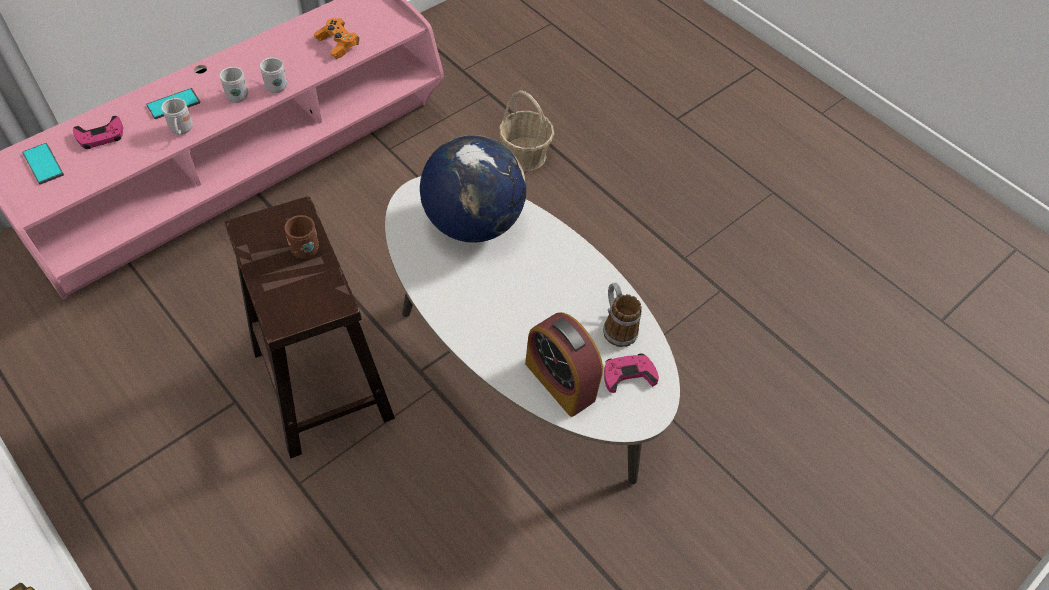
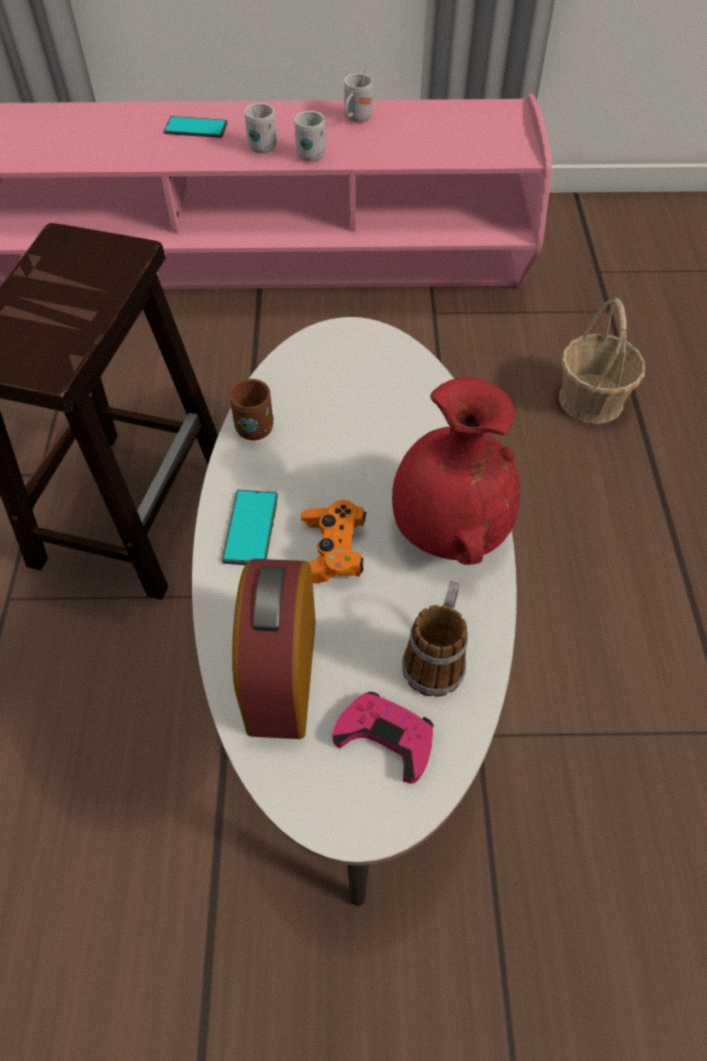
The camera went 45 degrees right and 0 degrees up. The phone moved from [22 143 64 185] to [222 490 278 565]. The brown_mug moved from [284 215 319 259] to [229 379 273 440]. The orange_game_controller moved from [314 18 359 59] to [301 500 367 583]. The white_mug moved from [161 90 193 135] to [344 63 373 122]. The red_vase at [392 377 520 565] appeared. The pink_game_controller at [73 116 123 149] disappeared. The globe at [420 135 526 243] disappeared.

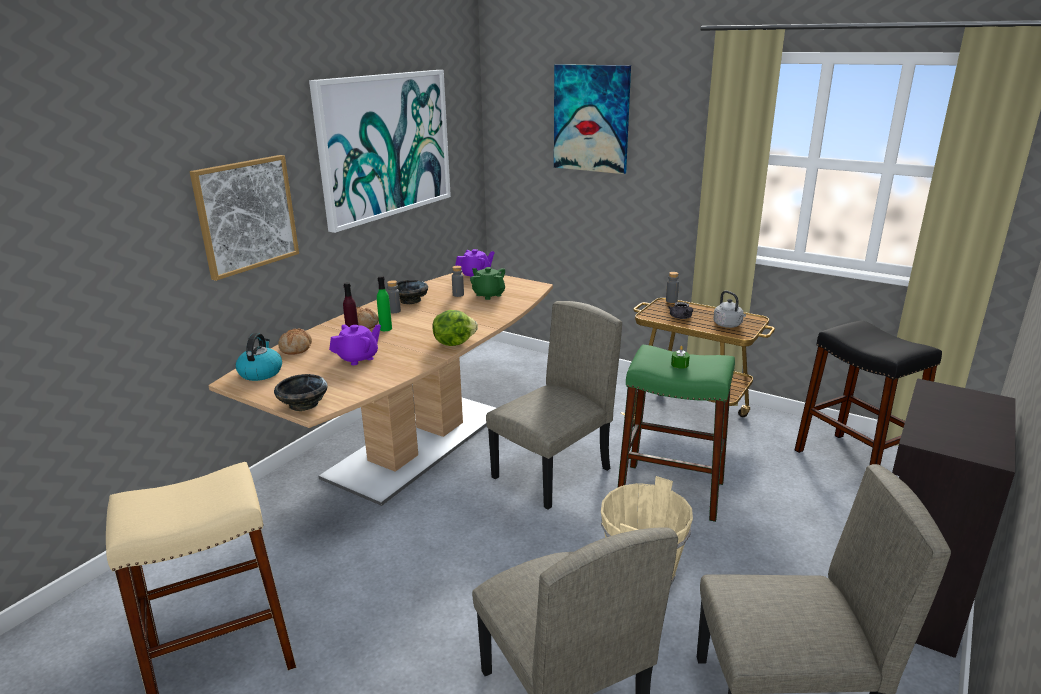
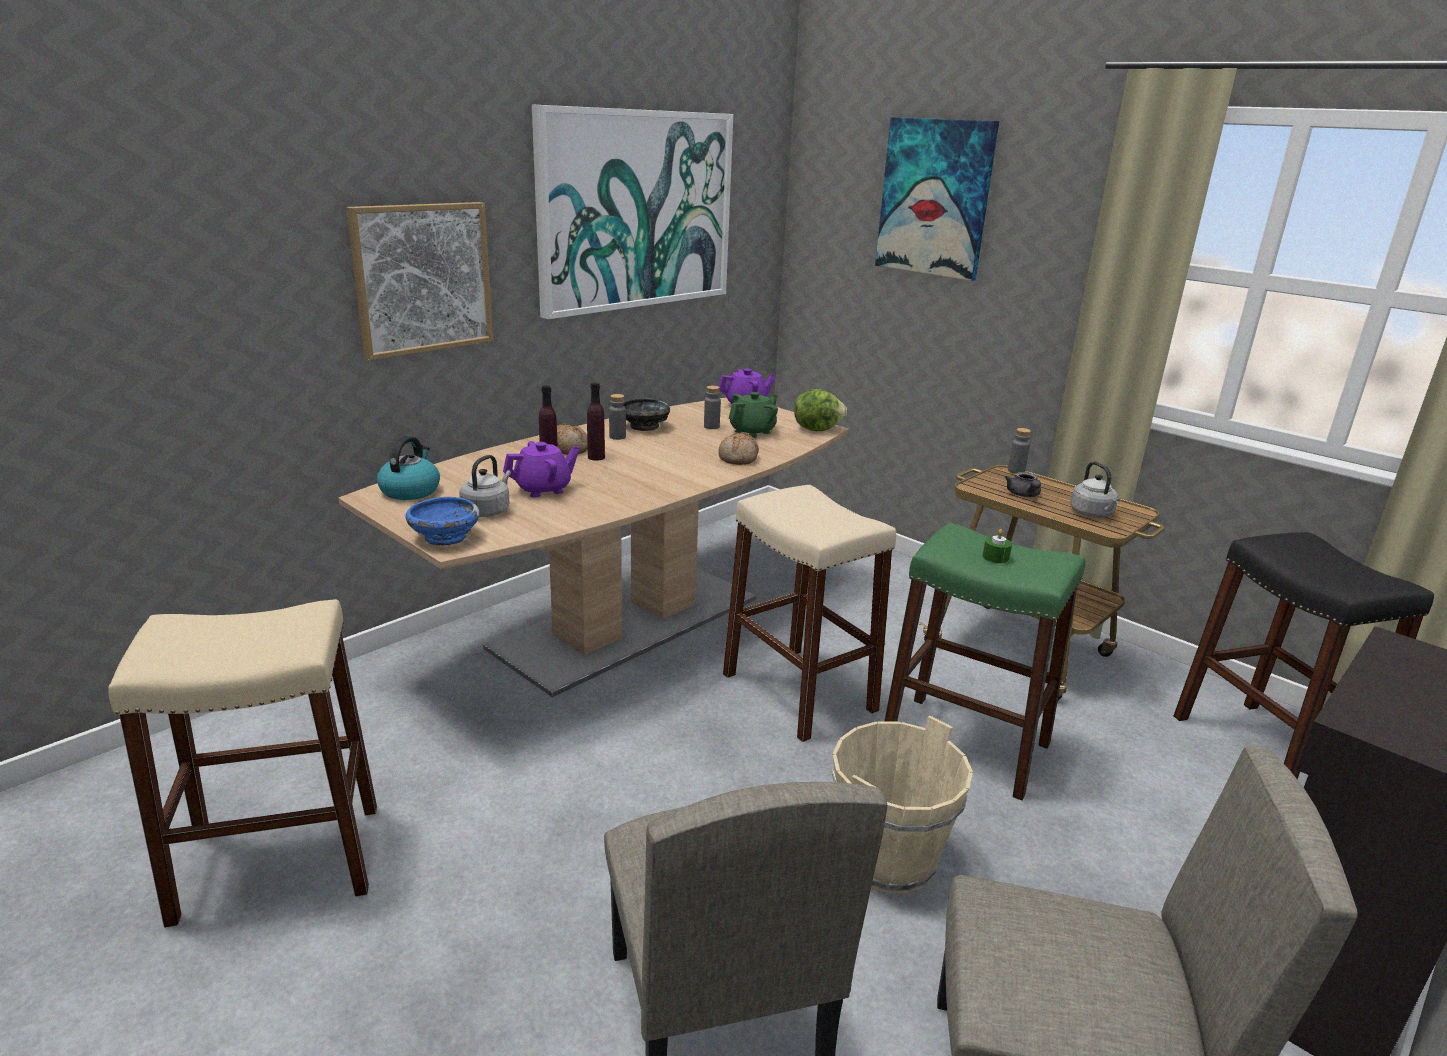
The camera went 10 degrees right and 0 degrees up. The black_bowl at [274 374 327 411] became the blue_bowl at [405 497 480 546]. The grey_kettle at [459 455 511 517] appeared. The green_bottle at [377 276 392 331] became the purple_bottle at [587 382 605 461]. The bread moved from [278 328 312 355] to [718 433 759 465]. The beige_chair at [486 301 622 510] was replaced by the beige_stool at [723 485 896 742]. The green_teapot at [470 267 505 300] turned 75 degrees clockwise. The lettuce moved from [432 310 478 346] to [794 389 847 431].

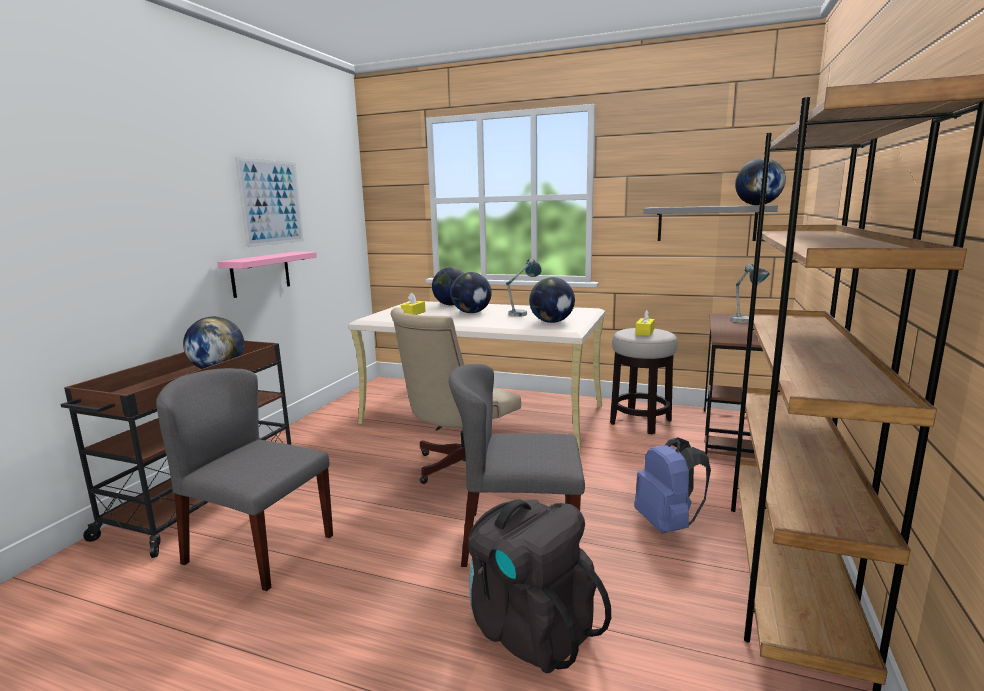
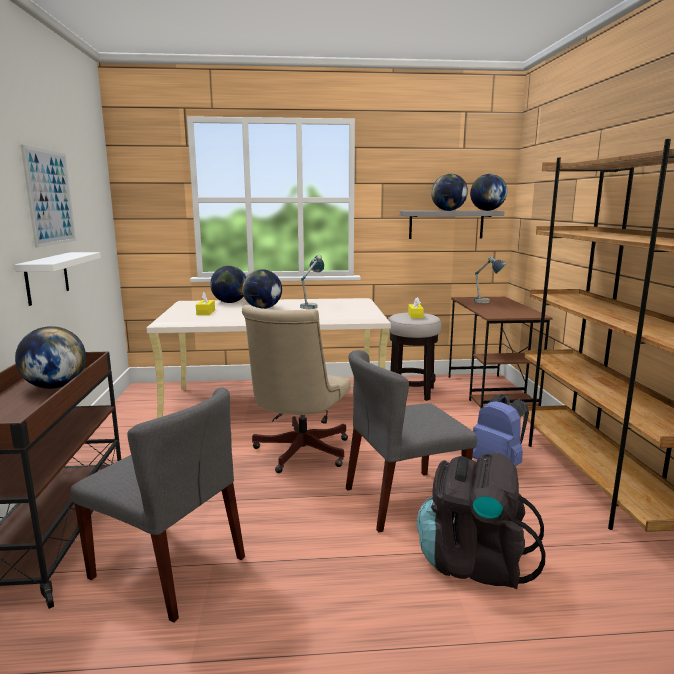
The camera went 25 degrees left and 0 degrees up. The pink_shelf at [217 252 317 298] became the white_shelf at [14 252 101 306]. The grey_chair at [156 368 333 591] turned 150 degrees counterclockwise. The globe moved from [529 277 575 323] to [431 174 468 211].

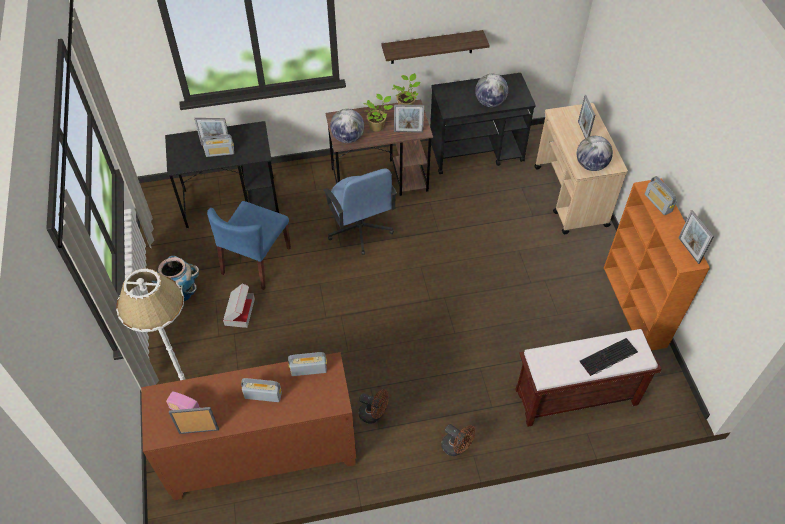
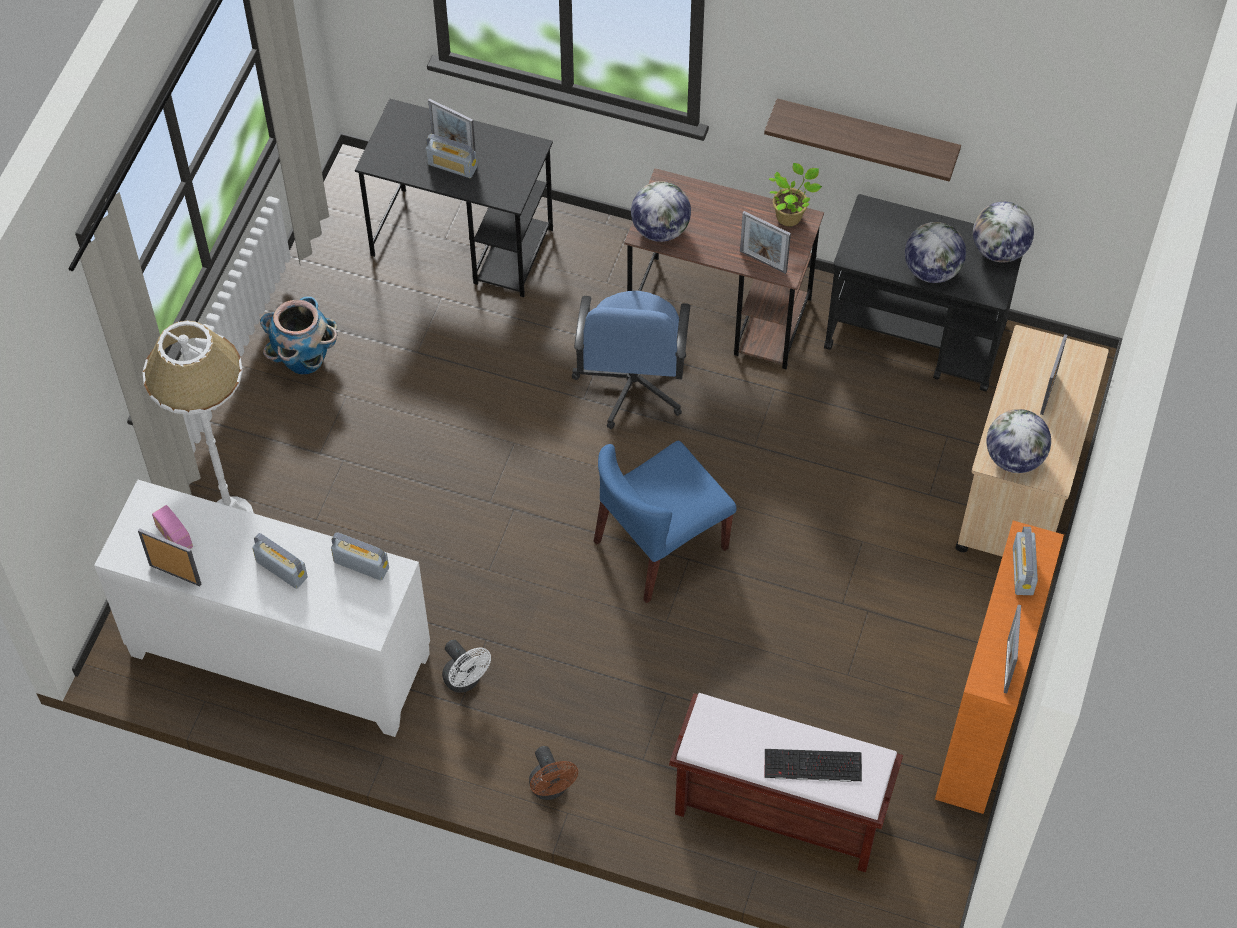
The camera went 30 degrees right and 5 degrees up. The brown_cabinet at [141 352 356 500] became the white_cabinet at [94 480 430 737]. The brown_fan at [359 389 389 424] became the white_fan at [442 640 491 693]. The blue_chair moved from [207 201 291 290] to [594 441 737 603]. The globe at [973 202 1034 262] appeared. The cardboard_box at [223 283 255 328] disappeared. The potted_plant at [364 94 393 132] disappeared.

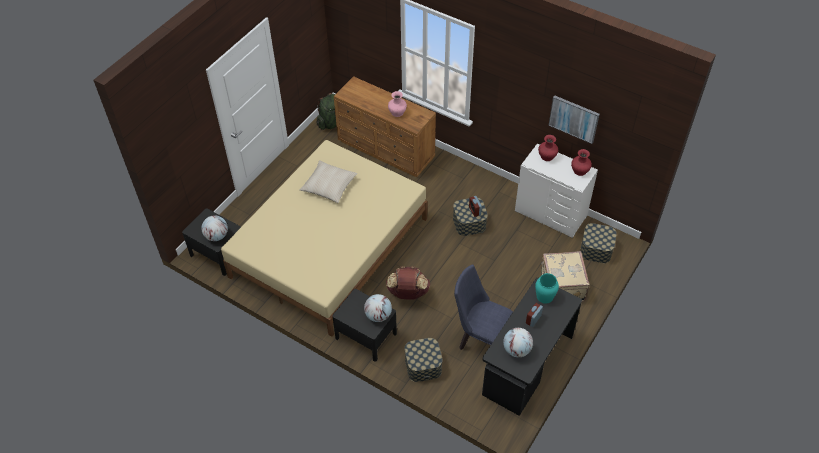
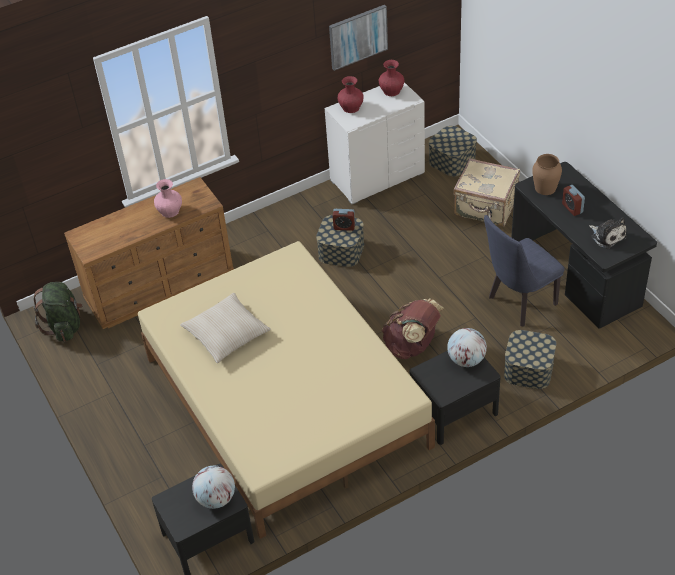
The camera went 60 degrees left and 5 degrees down. The turquoise_vase at [535 273 559 304] became the brown_vase at [532 154 562 195]. The globe at [503 328 533 357] was replaced by the plush_toy at [589 217 627 249].

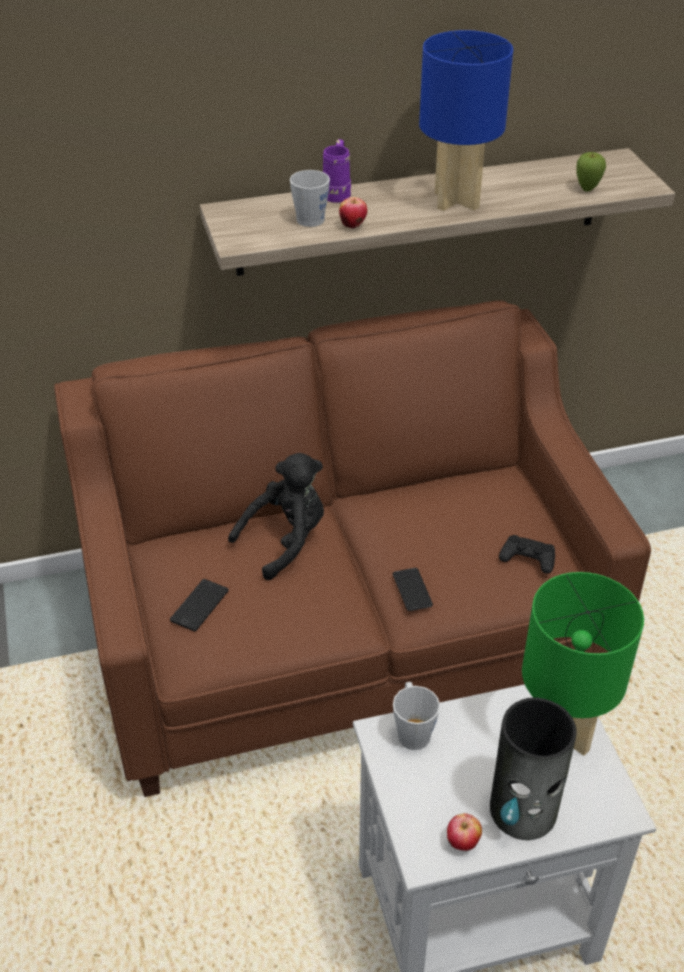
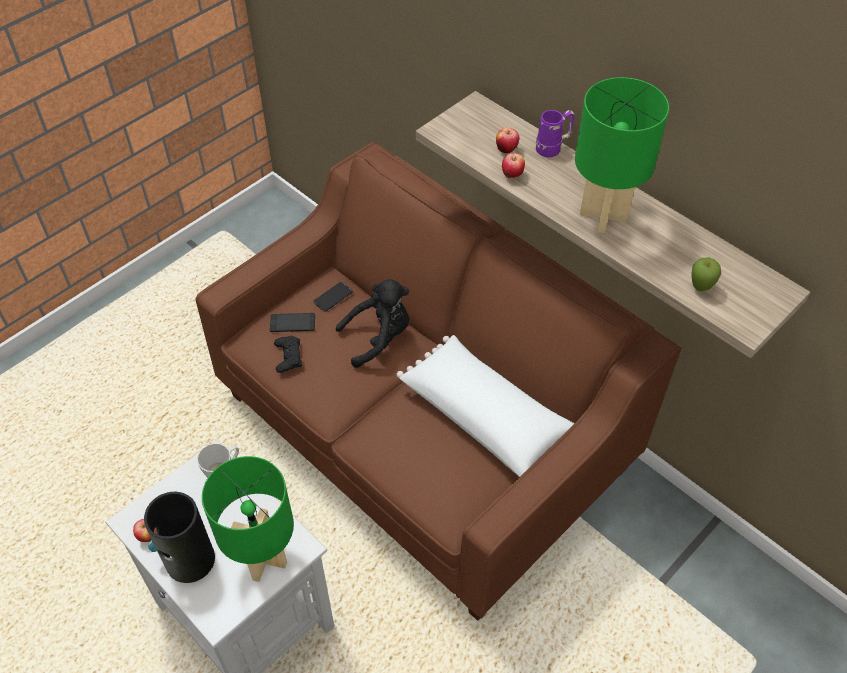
The camera went 60 degrees right and 10 degrees up. The black_game_controller moved from [499 535 555 573] to [274 336 302 373]. The phone moved from [393 568 433 611] to [313 282 353 312]. The black_plush_toy at [228 453 324 580] turned 45 degrees counterclockwise. The white_pillow at [397 335 574 477] appeared. The grey_mug at [290 170 330 227] was replaced by the apple at [496 127 519 153]. The blue_table_lamp at [419 30 513 211] became the green_table_lamp at [575 77 669 233].

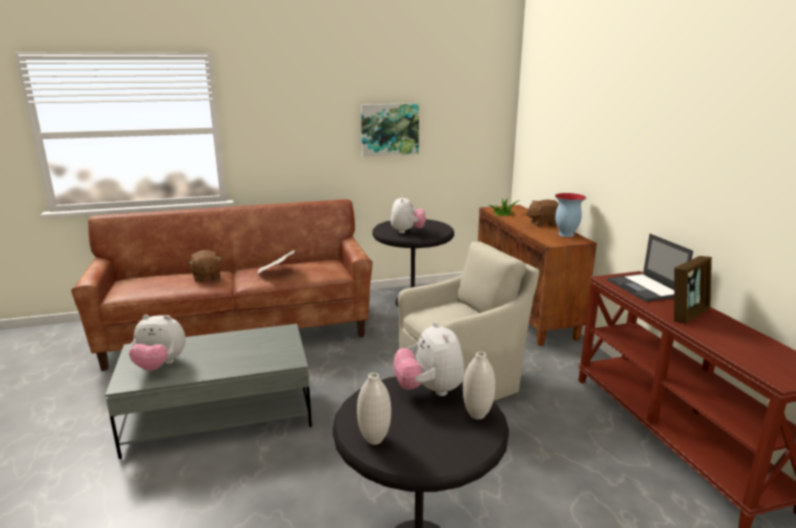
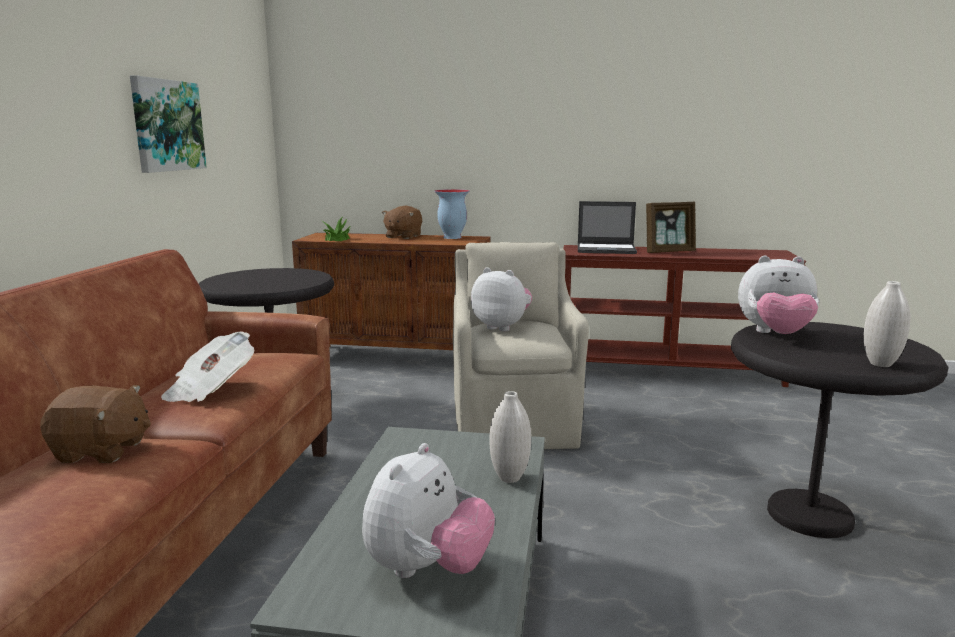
The camera went 65 degrees left and 5 degrees down. The plush_toy moved from [391 195 426 234] to [471 267 532 332]. The white_vase moved from [463 352 495 419] to [489 391 531 483]. The picture_frame at [674 256 712 324] turned 90 degrees clockwise.

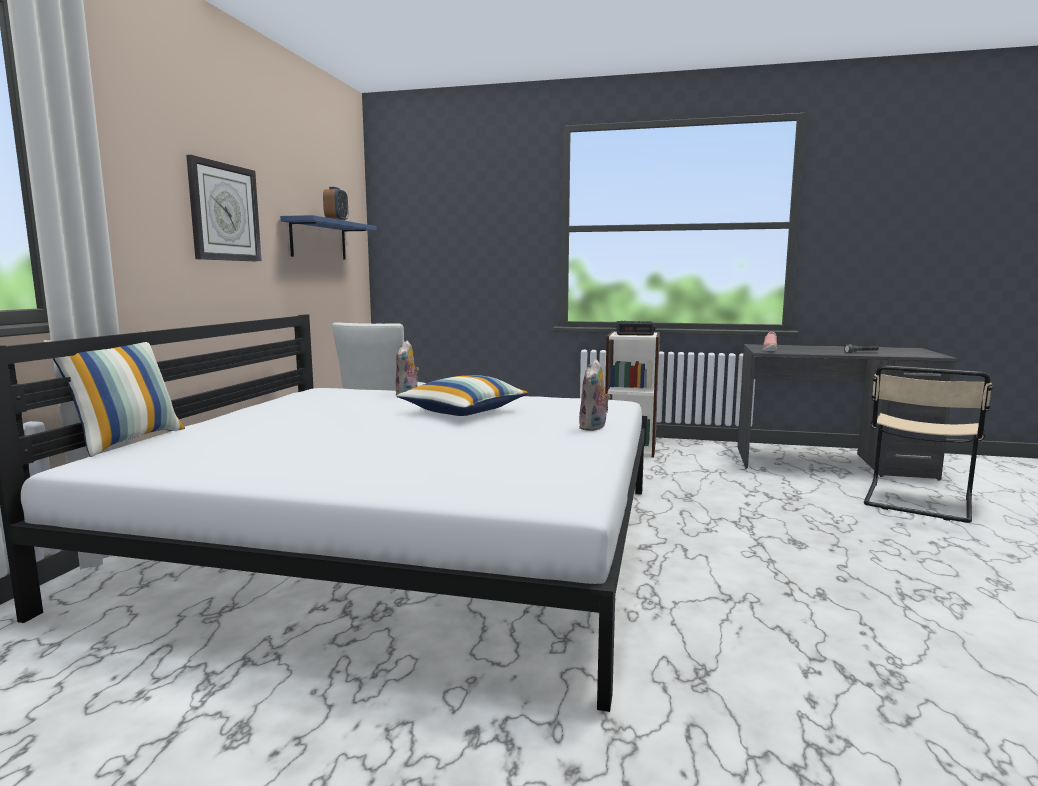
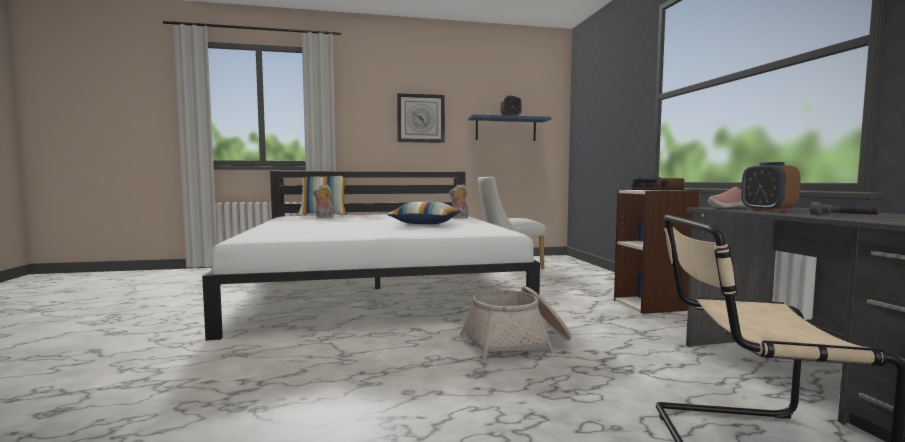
The camera went 65 degrees right and 5 degrees down. The plush_toy moved from [579 359 611 431] to [313 185 334 218]. The basket at [460 286 572 361] appeared. The alarm_clock at [741 162 800 212] appeared.

